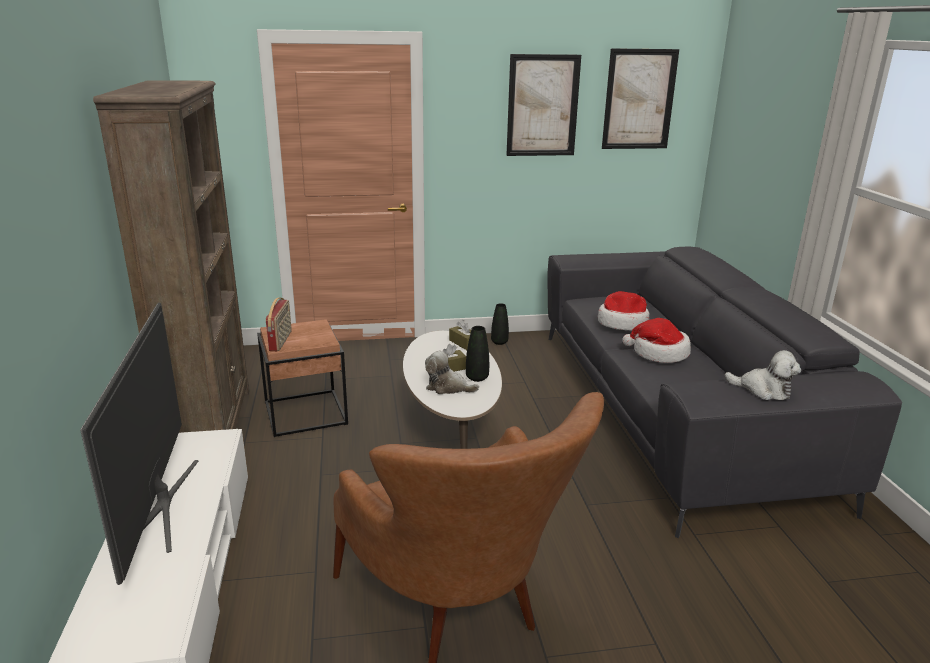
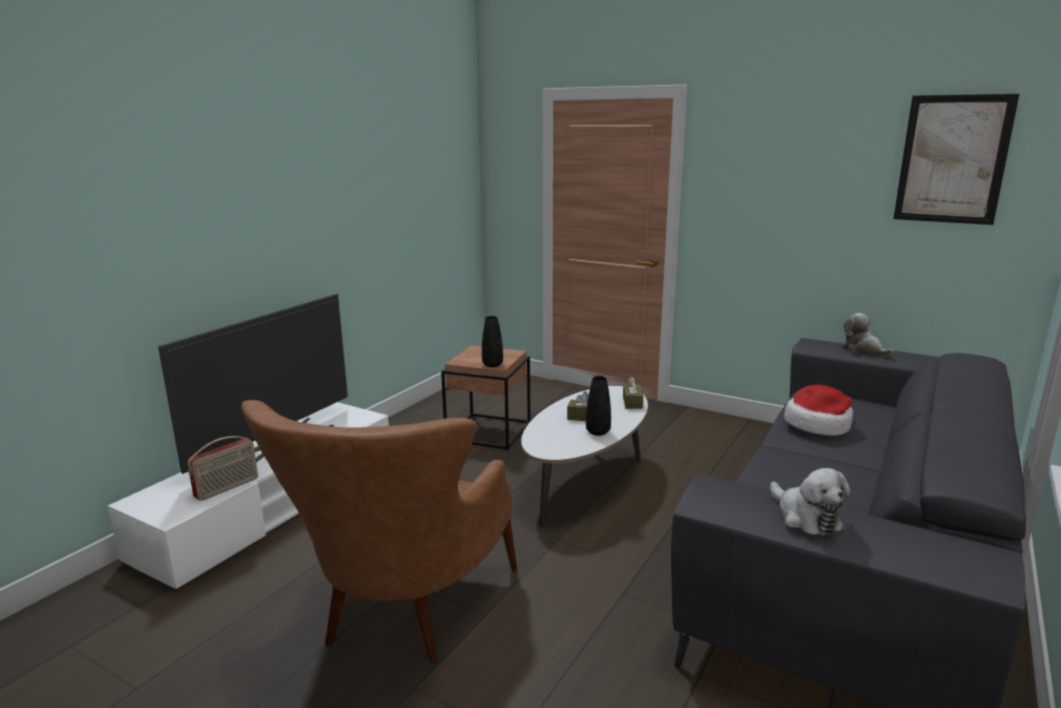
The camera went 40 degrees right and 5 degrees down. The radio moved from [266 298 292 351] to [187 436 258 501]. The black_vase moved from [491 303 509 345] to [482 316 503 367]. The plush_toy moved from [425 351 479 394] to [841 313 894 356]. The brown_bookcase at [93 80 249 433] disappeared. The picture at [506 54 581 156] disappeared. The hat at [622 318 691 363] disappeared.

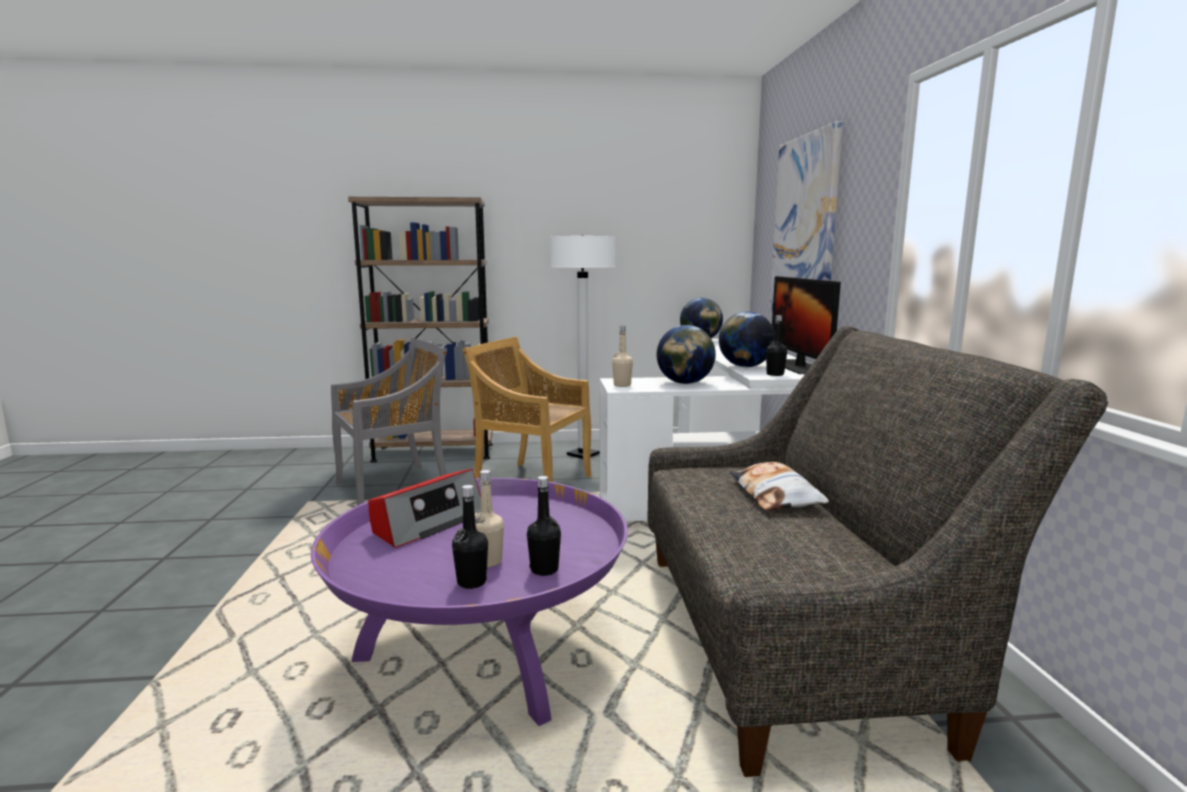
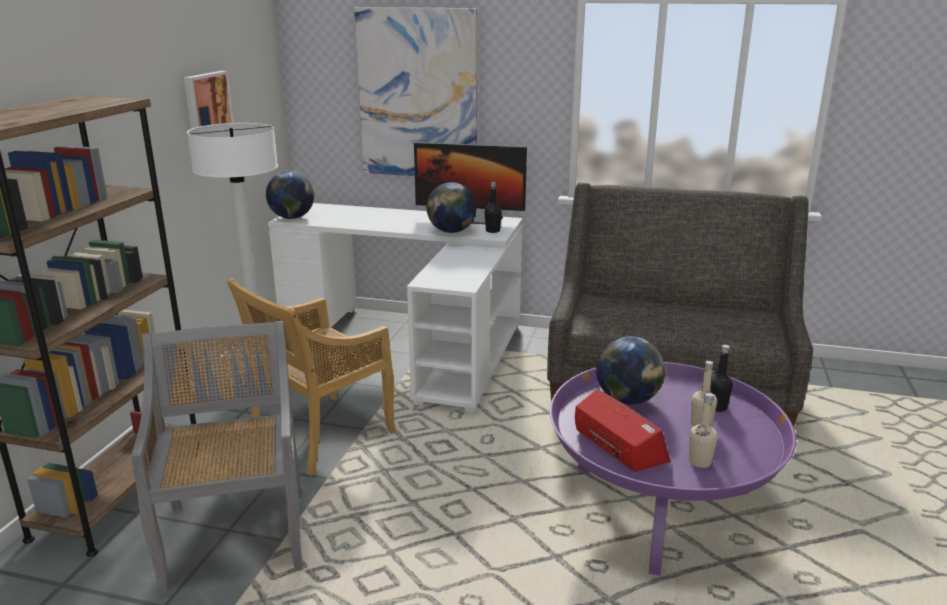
The camera went 70 degrees left and 10 degrees up. The picture at [184 71 234 129] appeared. The globe moved from [657 325 716 384] to [596 337 665 405]. The beige_bottle moved from [612 326 633 387] to [689 393 718 468]. The black_bottle at [452 485 488 589] disappeared. The pillow at [729 462 829 511] disappeared.

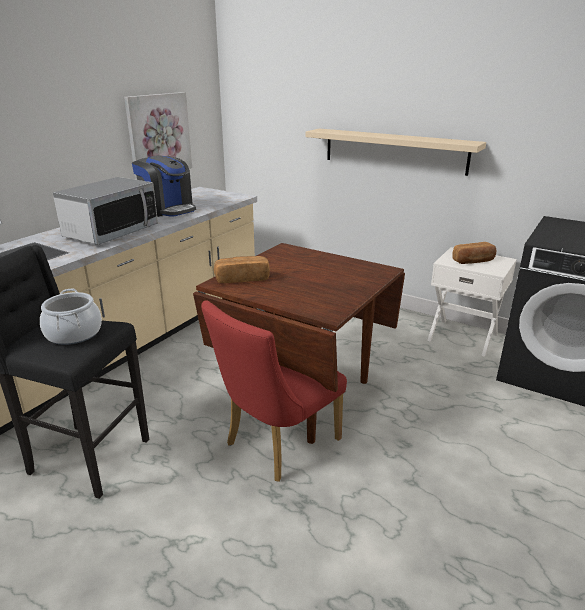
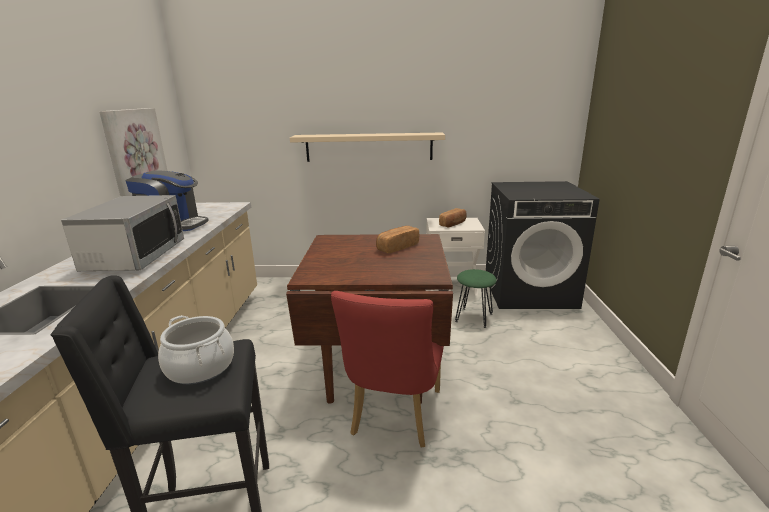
The camera went 30 degrees left and 5 degrees down. The bread moved from [214 256 270 283] to [376 226 419 253]. The green_stool at [455 269 497 328] appeared.

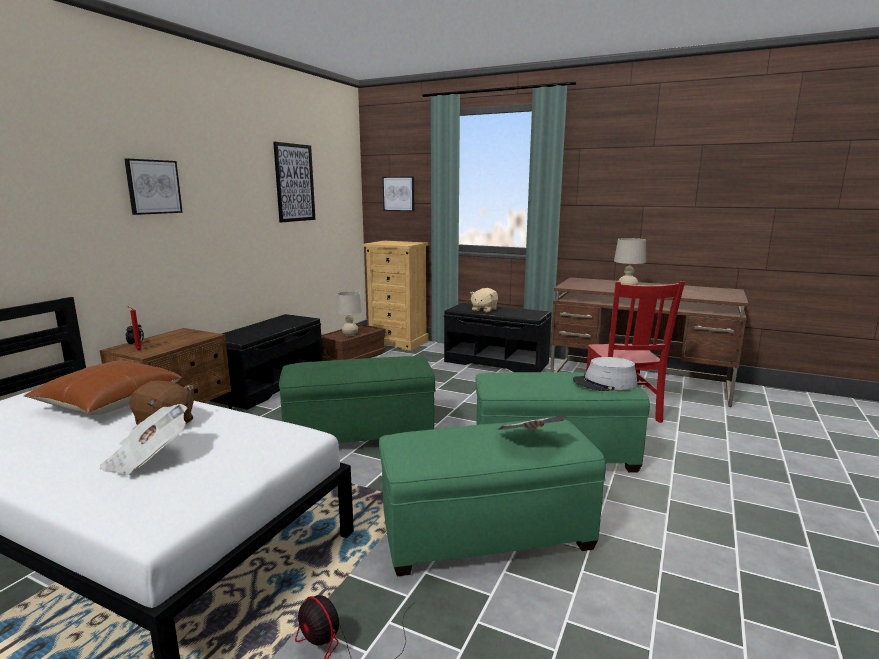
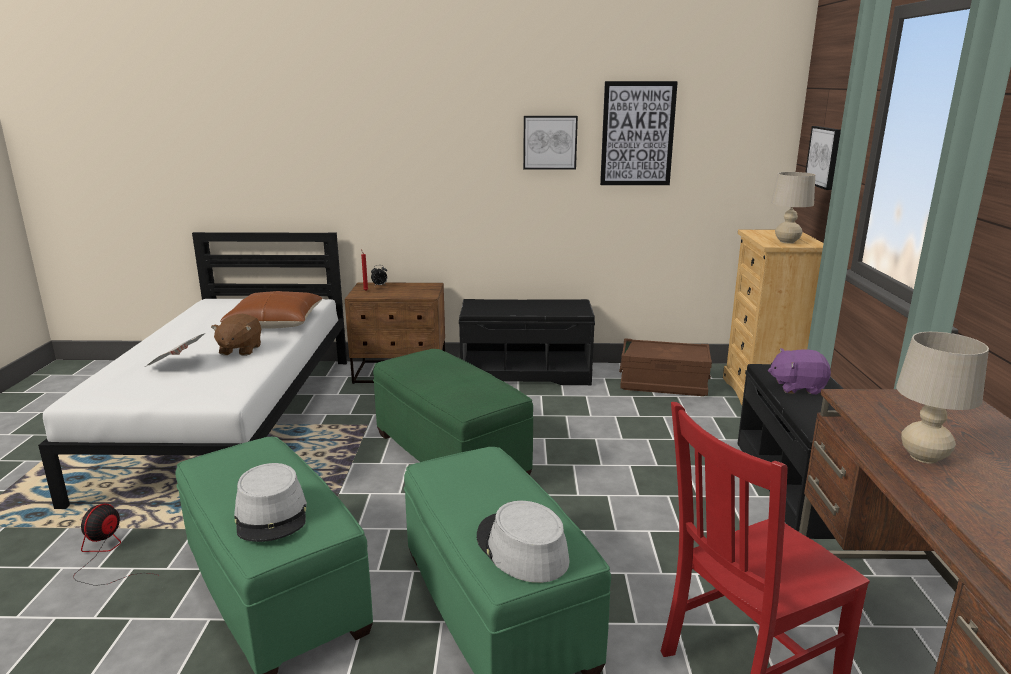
The camera went 65 degrees right and 5 degrees up. The newspaper at [498 416 566 430] was replaced by the grey_hat at [234 463 307 542]. The picture moved from [124 159 183 215] to [523 116 578 170]. The beige_plush_toy at [470 288 498 313] became the purple_plush_toy at [768 348 831 394]. The beige_table_lamp moved from [336 291 362 337] to [771 172 815 244].

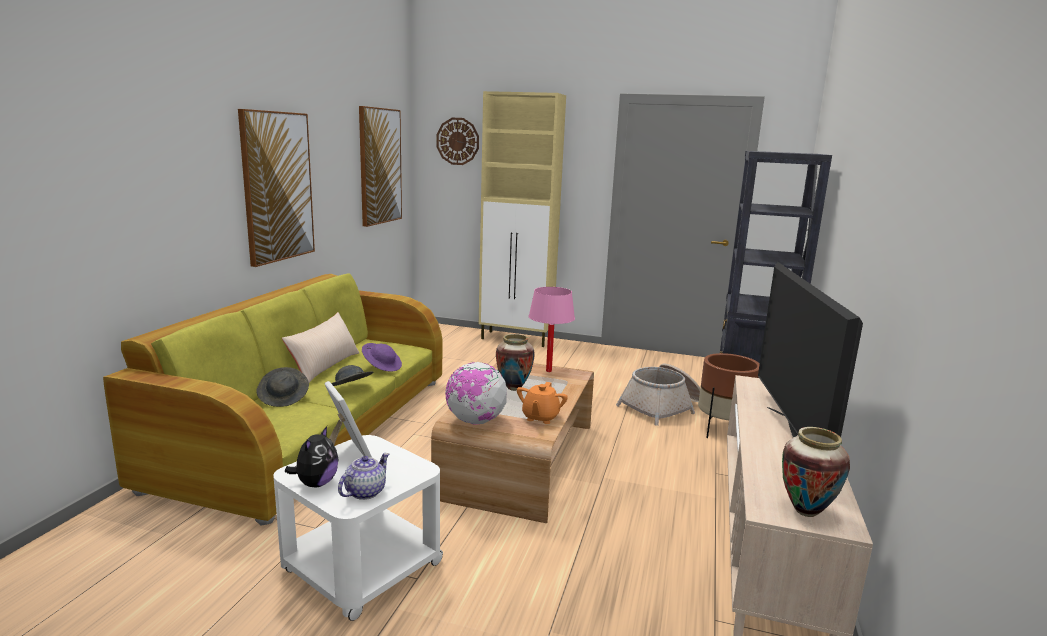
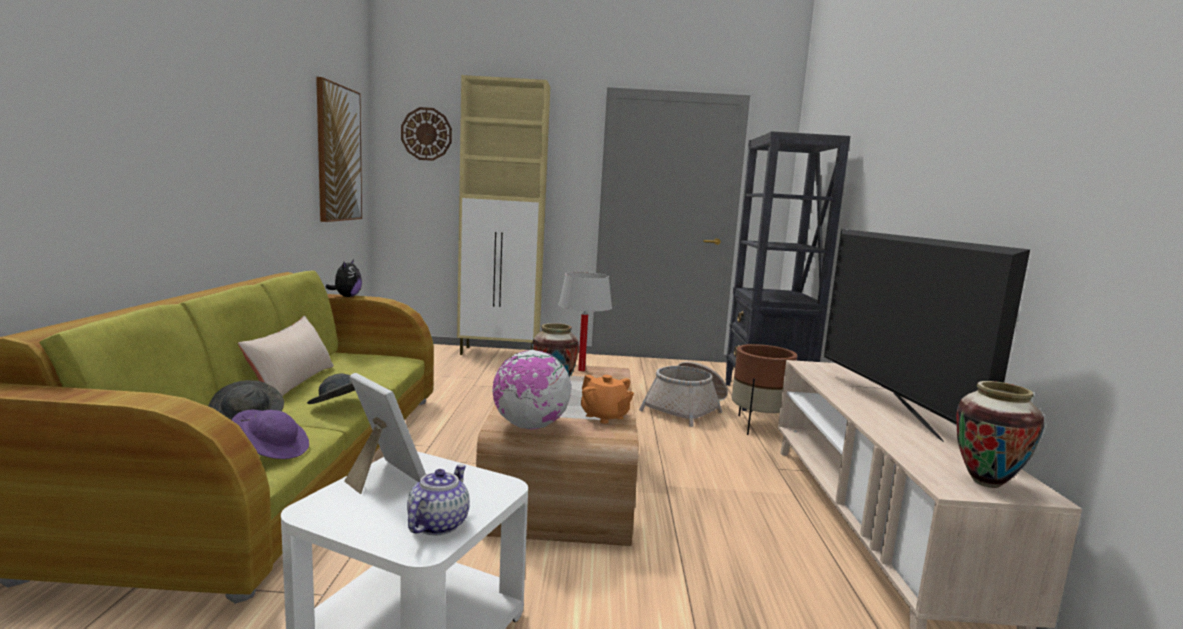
The camera went 15 degrees left and 5 degrees down. The purple_hat moved from [362 343 402 372] to [232 410 309 459]. The plush_toy moved from [285 426 339 487] to [325 259 362 297]. The pink_table_lamp at [529 287 575 372] became the white_table_lamp at [558 272 612 371]. The orange_teapot at [517 382 568 424] turned 45 degrees counterclockwise. The picture at [238 109 315 267] disappeared.

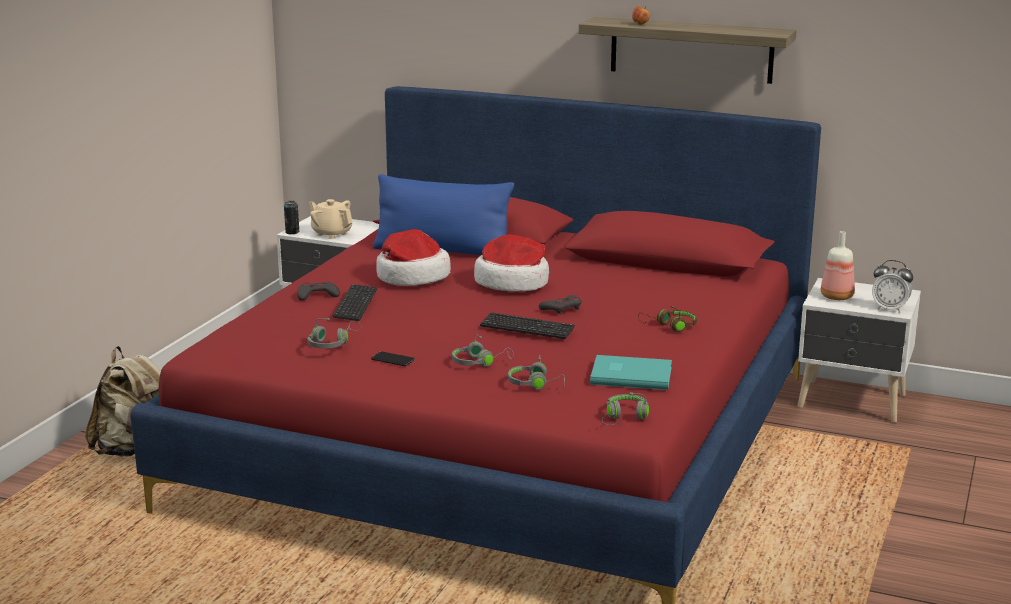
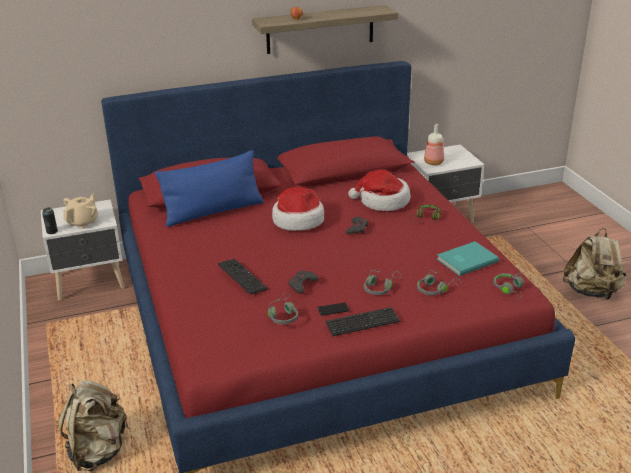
The camera went 40 degrees left and 10 degrees up. The beige_teapot at [309 199 353 239] turned 120 degrees clockwise. The grey_game_controller moved from [297 282 340 301] to [288 271 319 294]. The keyboard moved from [480 312 575 339] to [325 307 400 337]. The hat moved from [376 229 451 286] to [348 170 410 211]. The beige_backpack at [563 228 626 299] appeared. The alarm_clock at [872 260 913 313] disappeared.

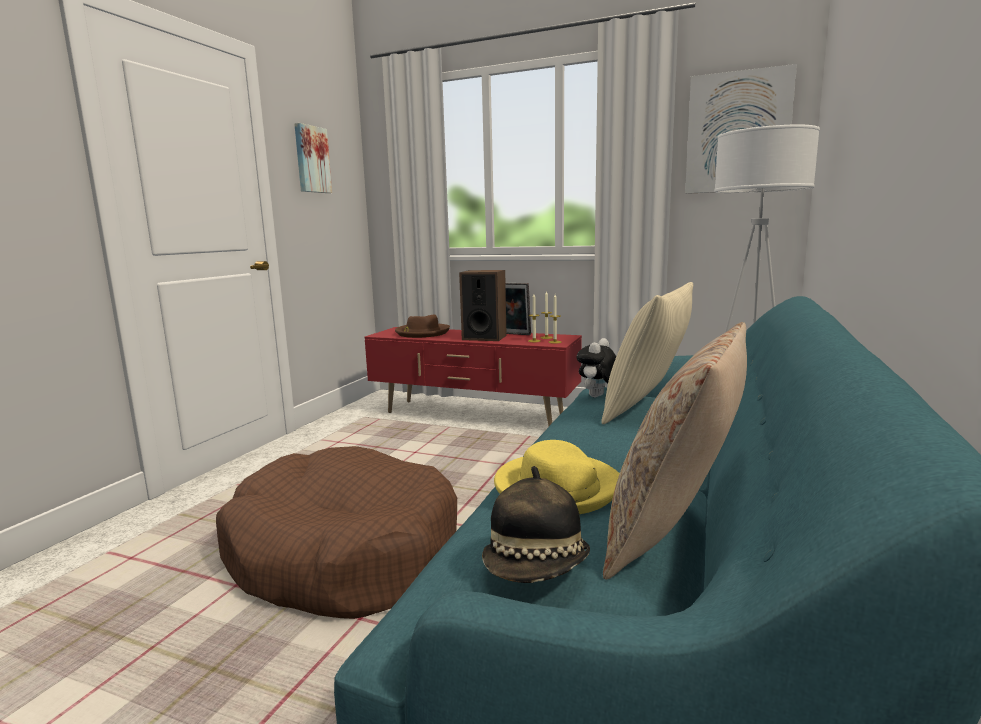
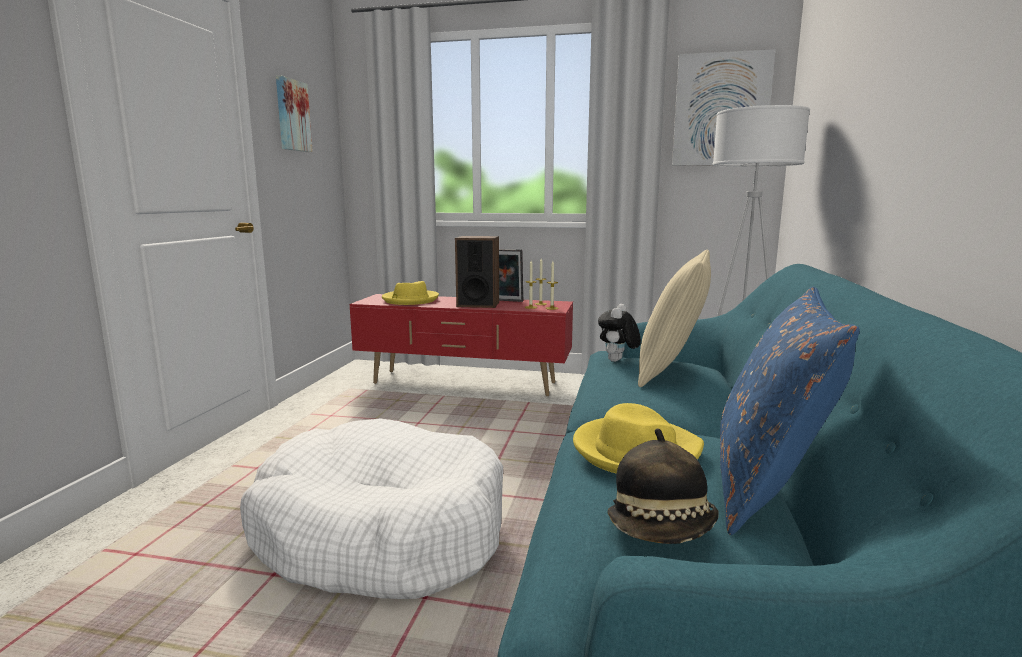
The camera went 10 degrees left and 0 degrees up. The brown_dog_bed at [216 446 457 619] became the white_dog_bed at [240 418 503 599]. The brown_hat at [395 315 450 338] became the yellow_hat at [382 281 439 305]. The beige_pillow at [603 322 747 580] became the blue_pillow at [720 287 860 535].

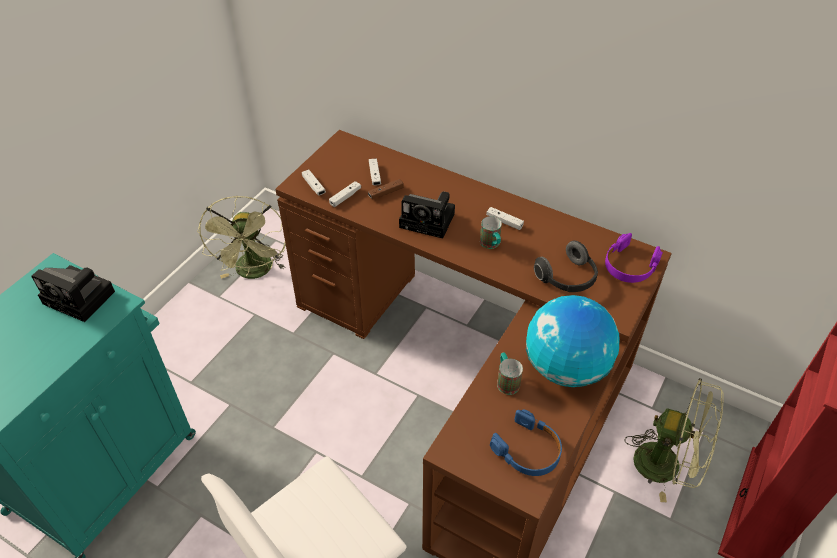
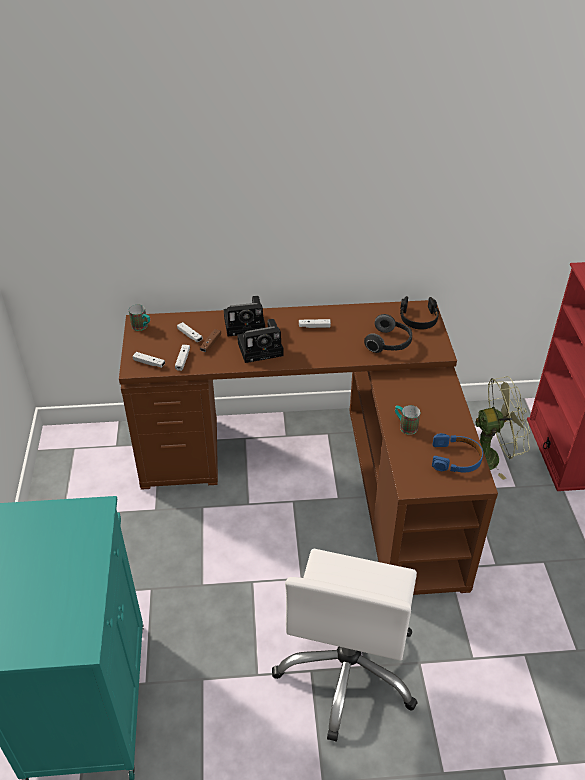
The camera went 35 degrees left and 5 degrees down. The mug moved from [480 216 502 249] to [129 305 150 331]. The photo_camera moved from [31 265 115 322] to [224 296 265 336]. The purple_headphones at [605 233 663 283] became the black_headphones at [400 296 439 330]. The green_fan at [197 196 286 279] disappeared. The globe at [526 295 619 387] disappeared.

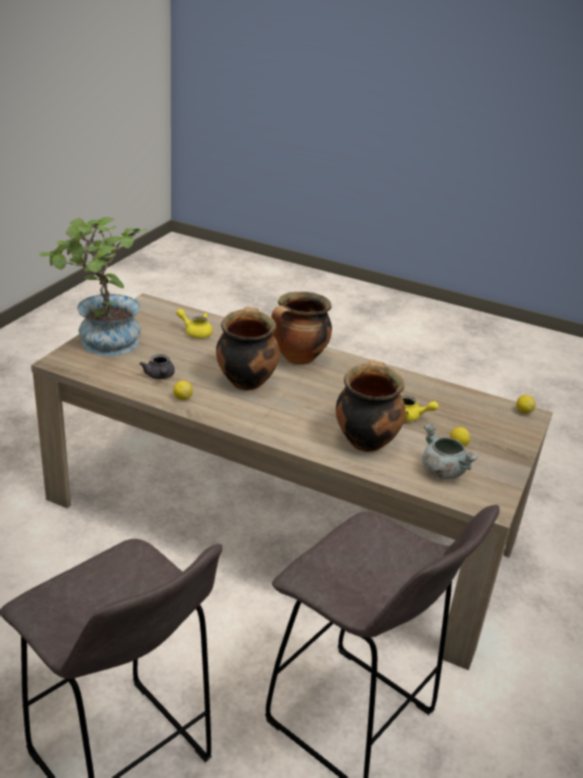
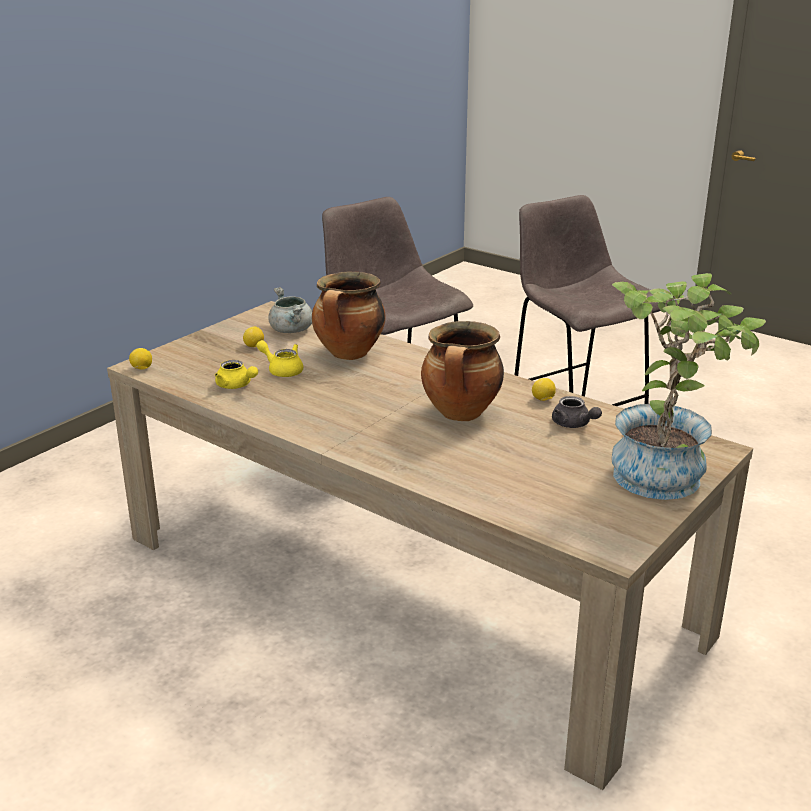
The camera went 165 degrees left and 5 degrees down. The yellow_teapot moved from [176 309 213 339] to [215 360 258 389]. The grey_teapot at [140 354 175 379] turned 150 degrees clockwise. The cooking_pot at [272 292 332 365] disappeared.

